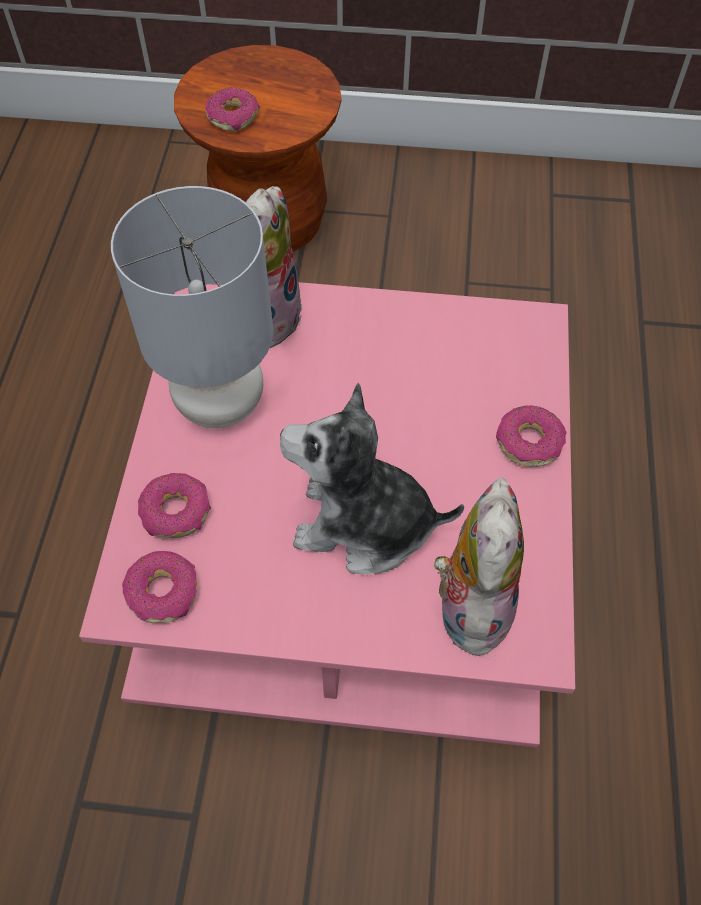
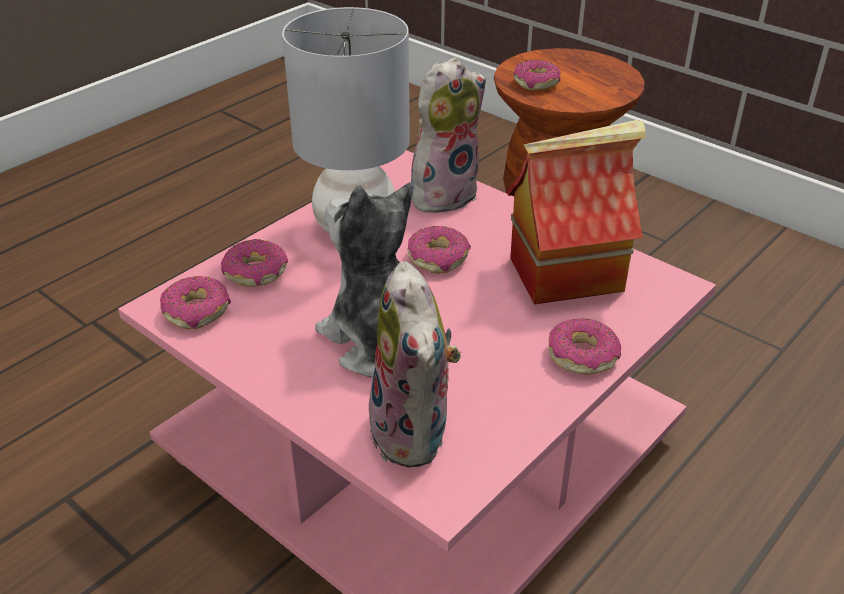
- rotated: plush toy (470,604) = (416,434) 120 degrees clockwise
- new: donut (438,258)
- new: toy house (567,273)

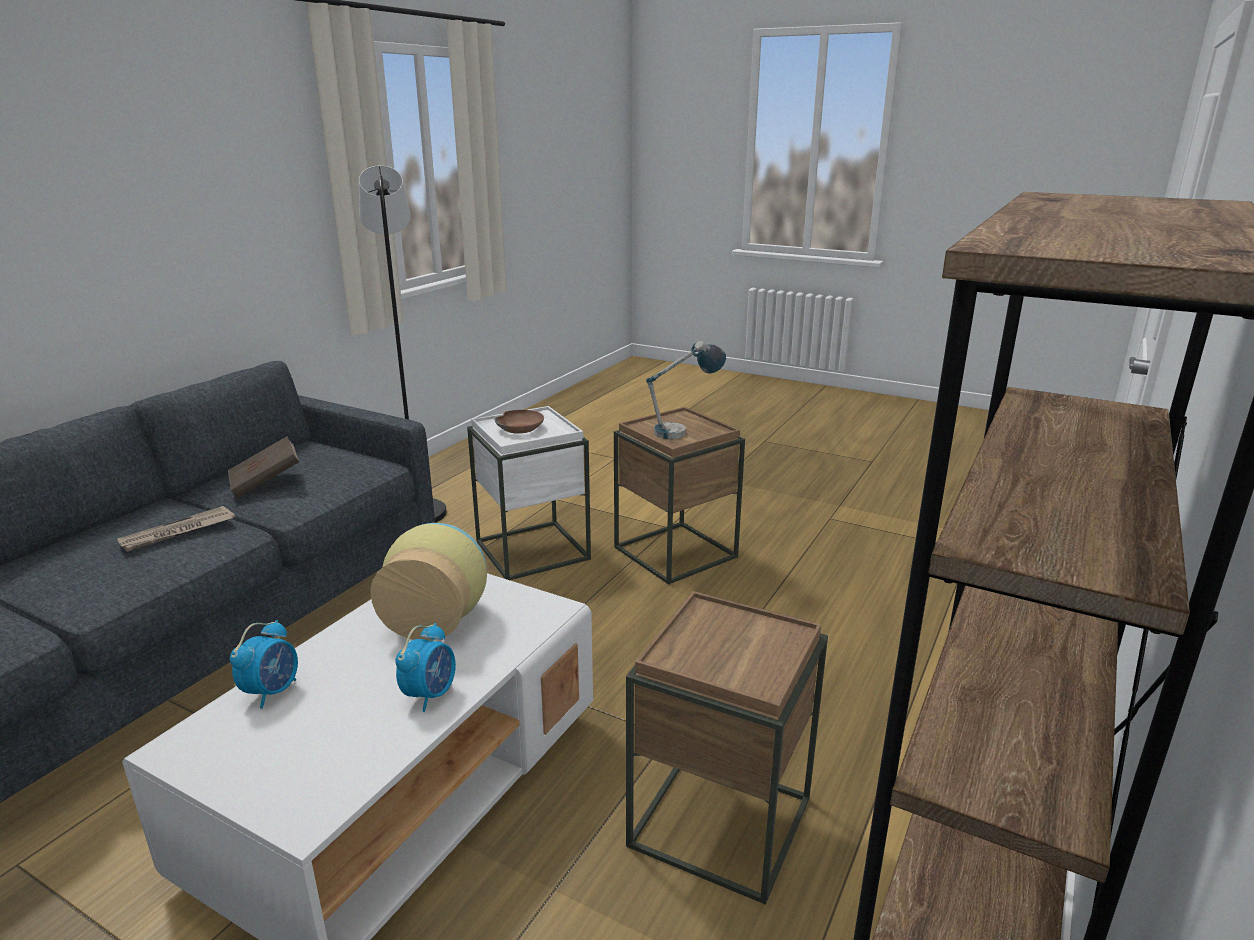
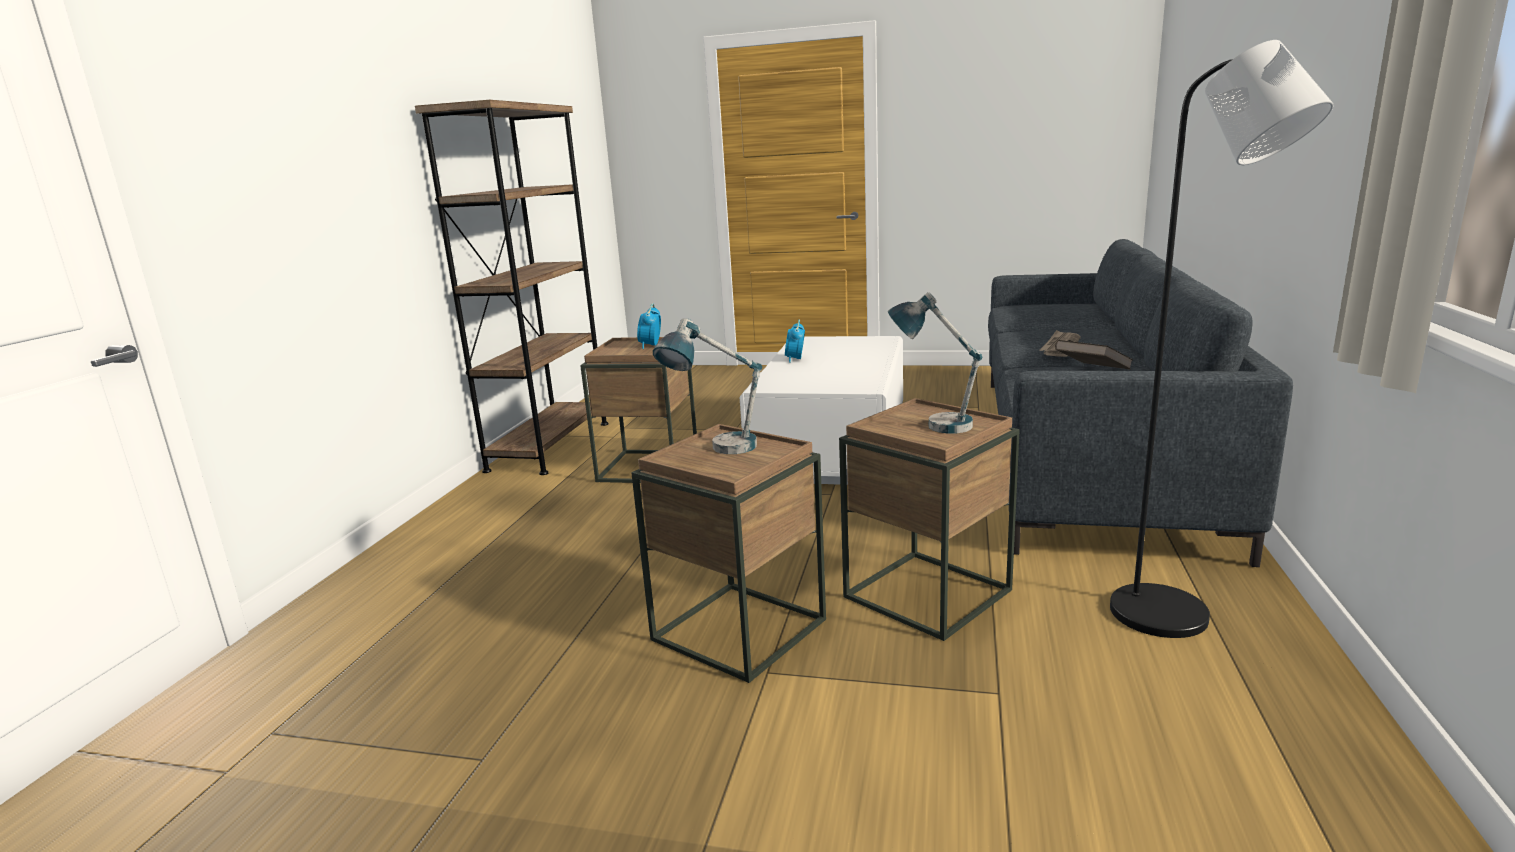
- shifted: alarm clock (272,691) to (650,346)
- repainted: white side table (533,550) to brown side table (926,593)
- swapped: brown bowl (520,428) to table lamp (933,423)
- gone: vase (439,618)

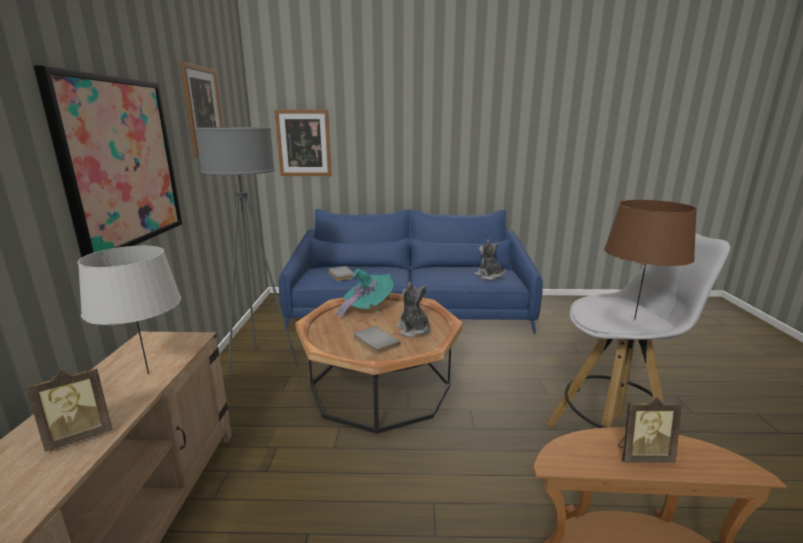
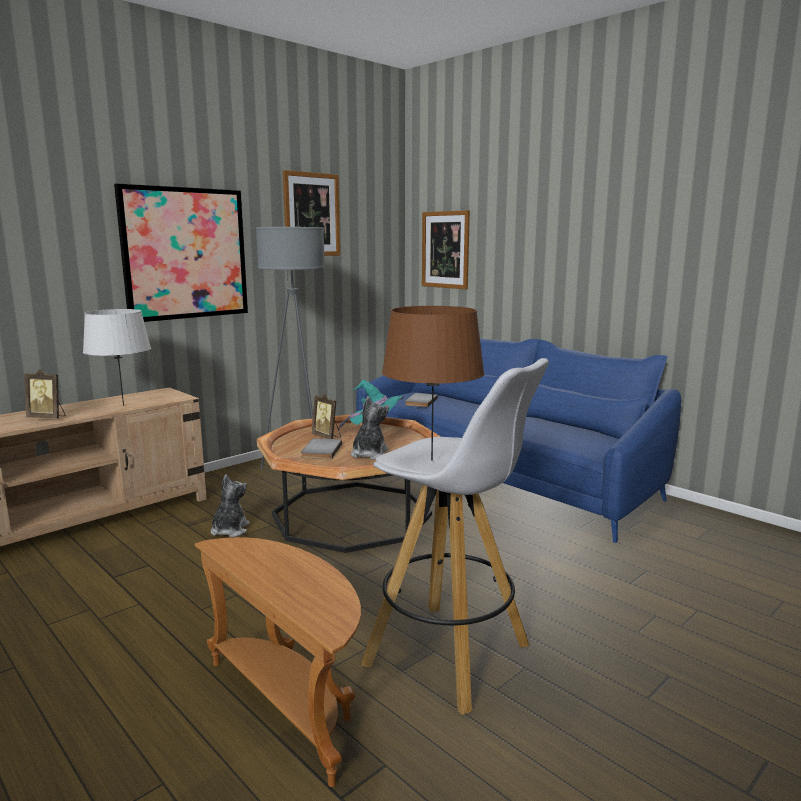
- shifted: plush toy (489,276) to (229,530)
- shifted: picture frame (642,456) to (327,437)

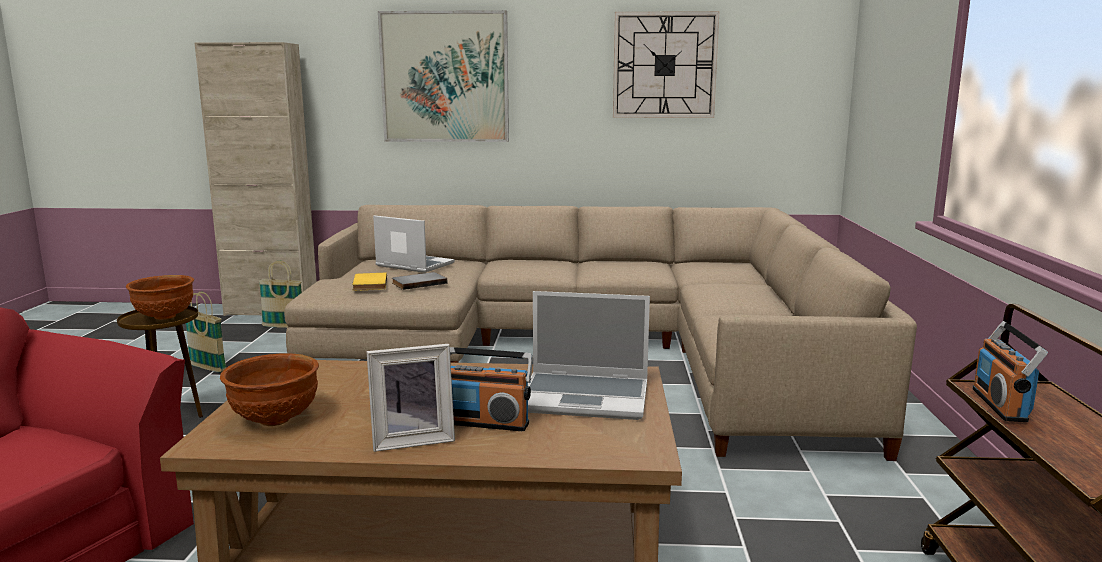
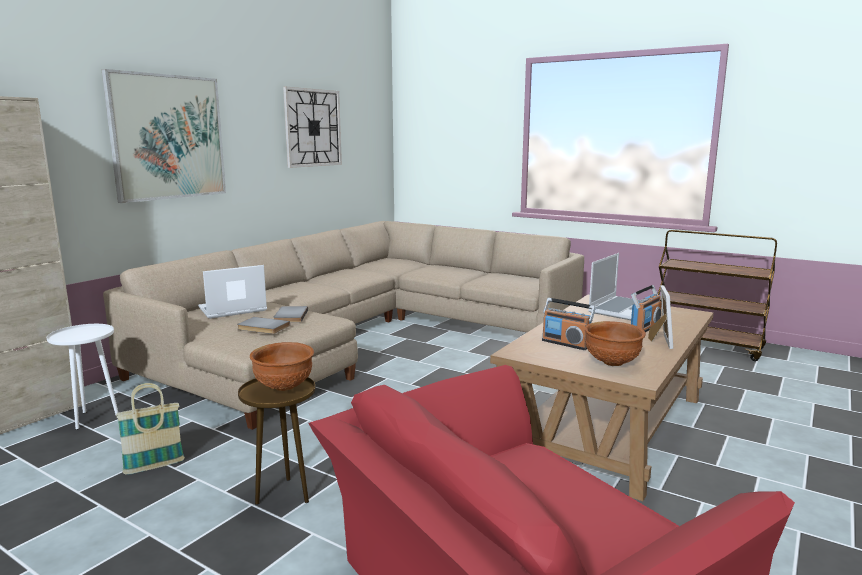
- swapped: basket (283,326) to white side table (93,418)
- repainted: yellow book (368,284) to grey book (262,328)
- shifted: radio (1000,405) to (565,343)

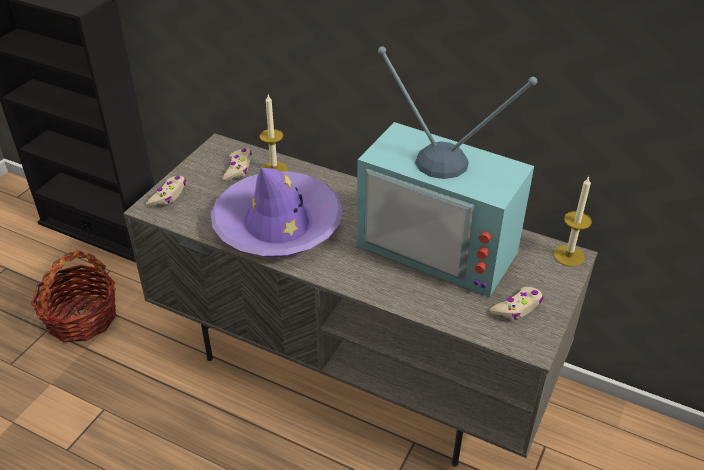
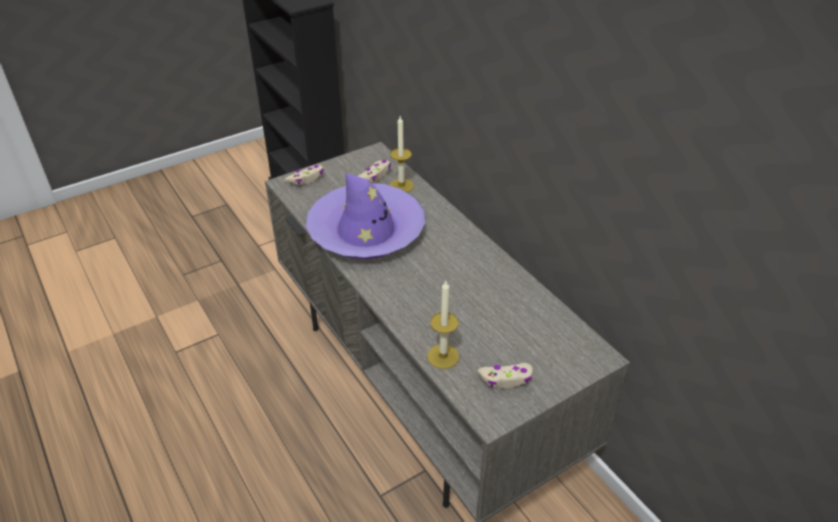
- shifted: candle (569,256) to (443,356)
- gone: basket (81,318)
- gone: television (442,245)

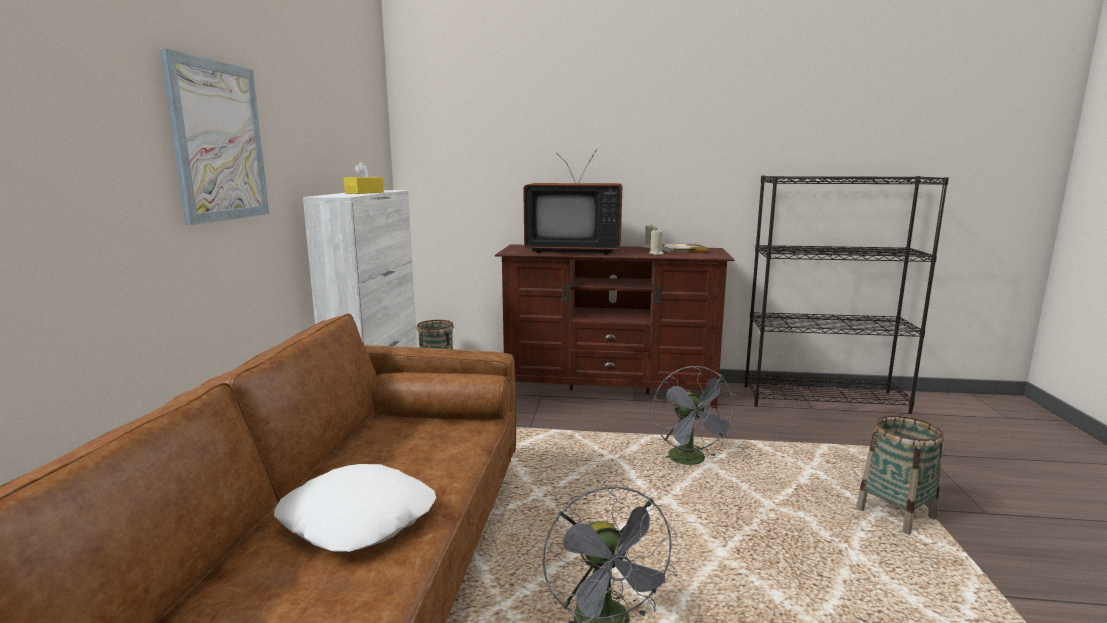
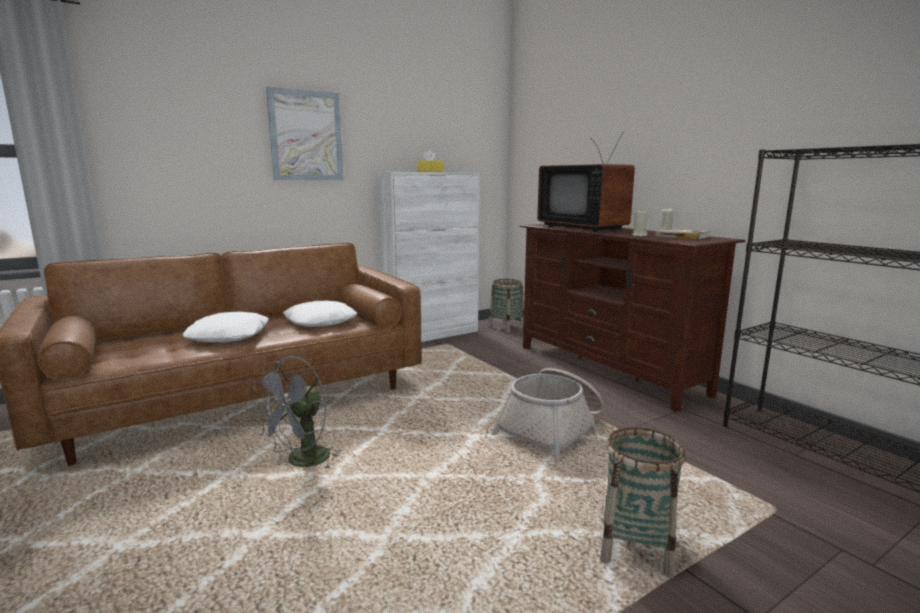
- new: white pillow (319,322)
- swapped: grey fan (691,461) to basket (552,429)

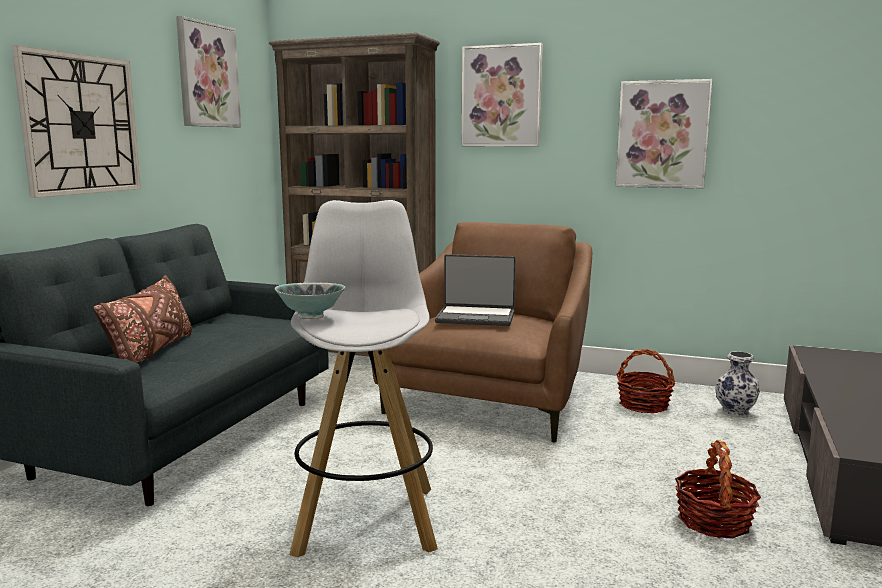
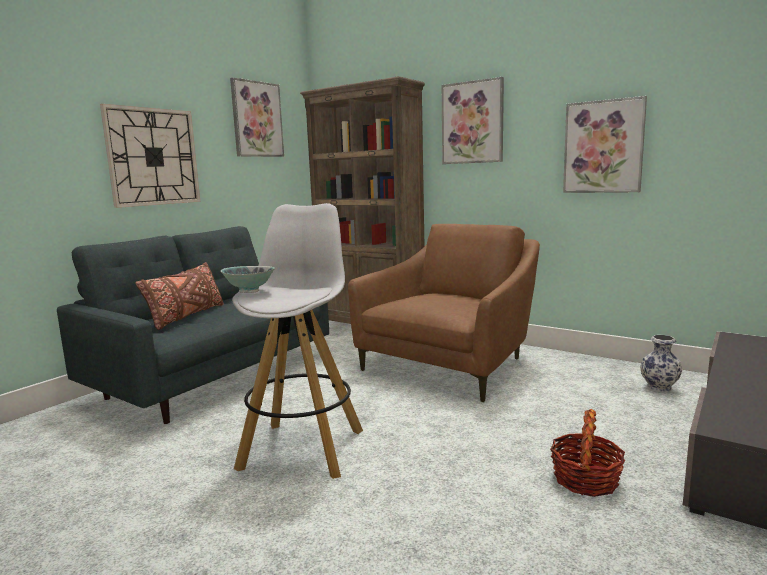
- gone: laptop (476,317)
- gone: basket (644,405)

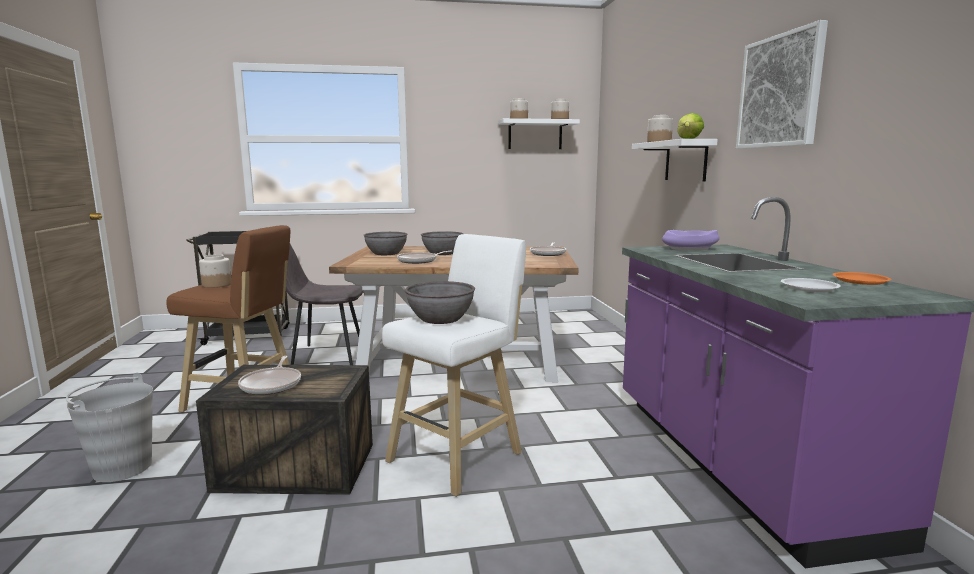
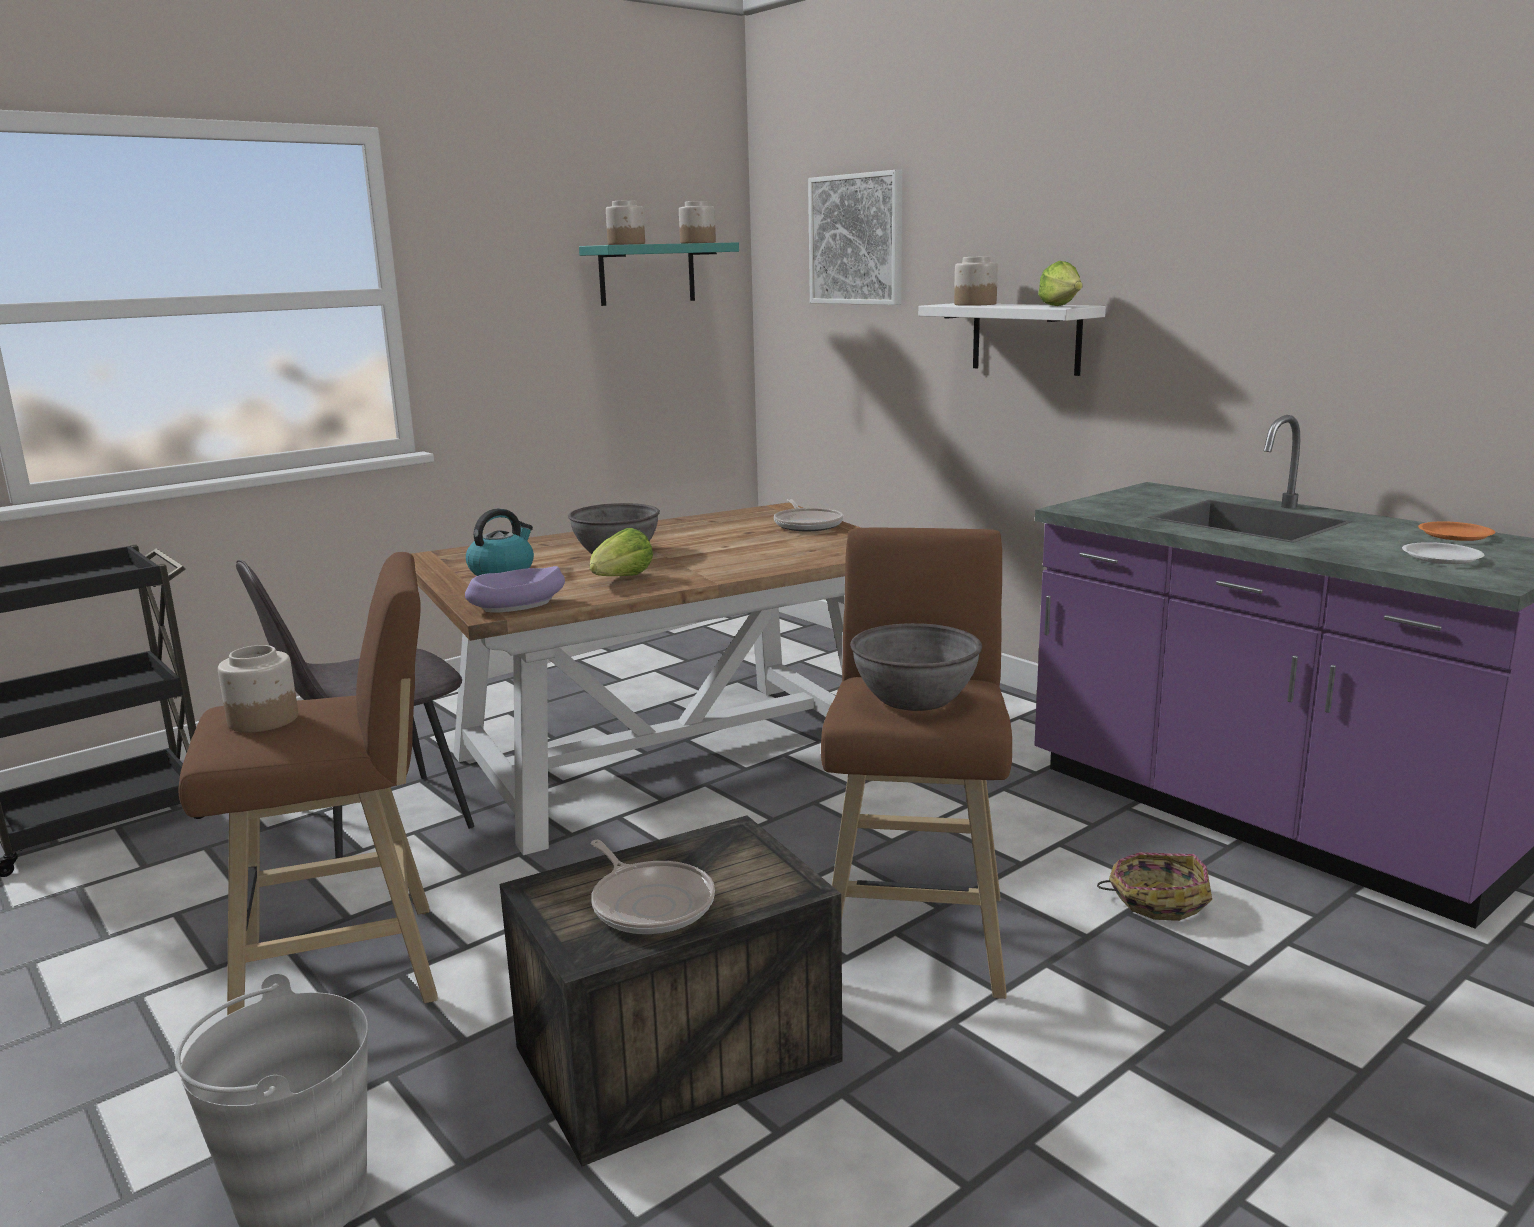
- shifted: purple bowl (690,249) to (517,606)
- swapped: grey bowl (386,253) to kettle (502,571)
- repainted: white shelf (535,135) to turquoise shelf (647,274)
- swapped: frying pan (419,261) to lettuce (621,579)
- shifted: picture (780,91) to (857,239)
- repainted: white stool (459,455) to brown stool (915,932)
- new: basket (1157,899)

